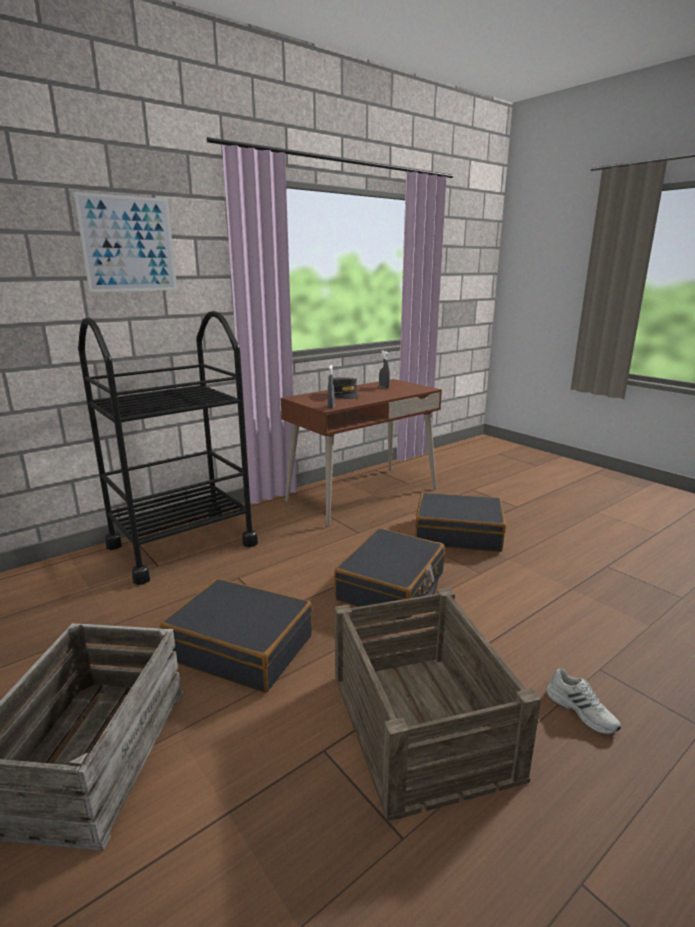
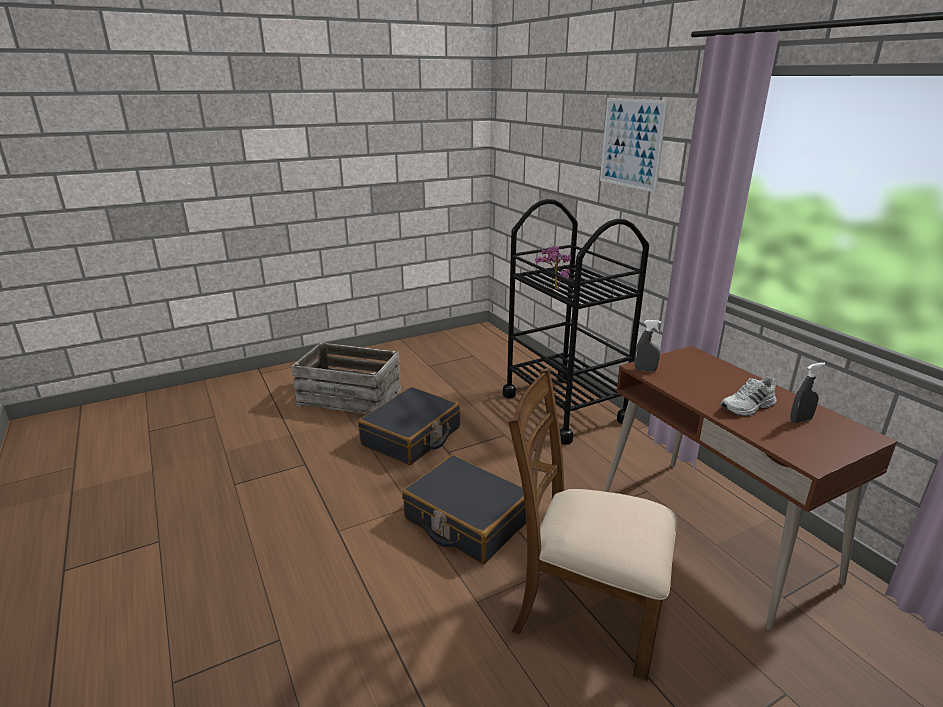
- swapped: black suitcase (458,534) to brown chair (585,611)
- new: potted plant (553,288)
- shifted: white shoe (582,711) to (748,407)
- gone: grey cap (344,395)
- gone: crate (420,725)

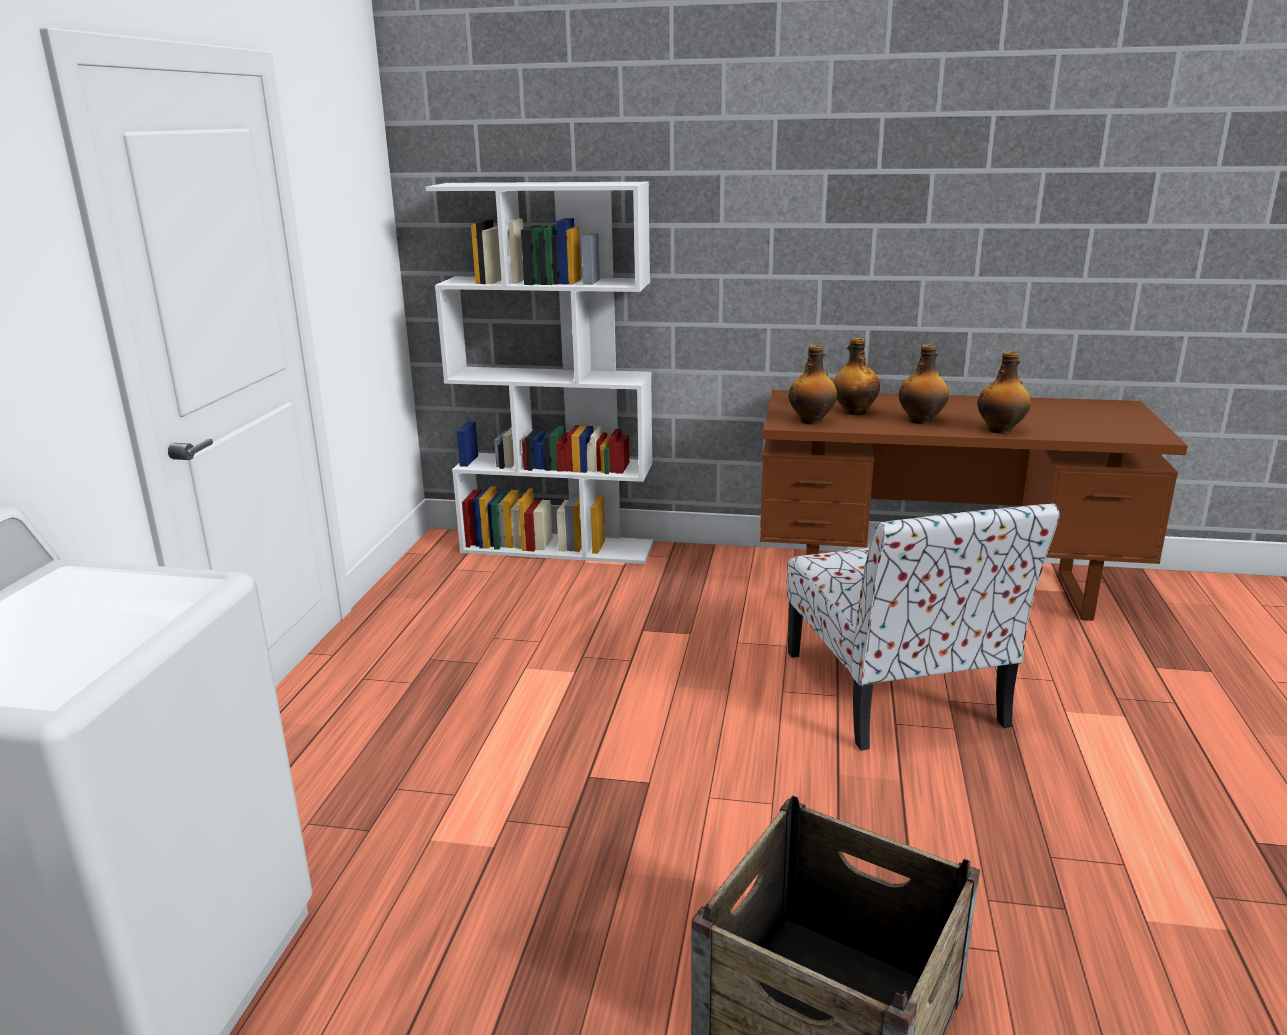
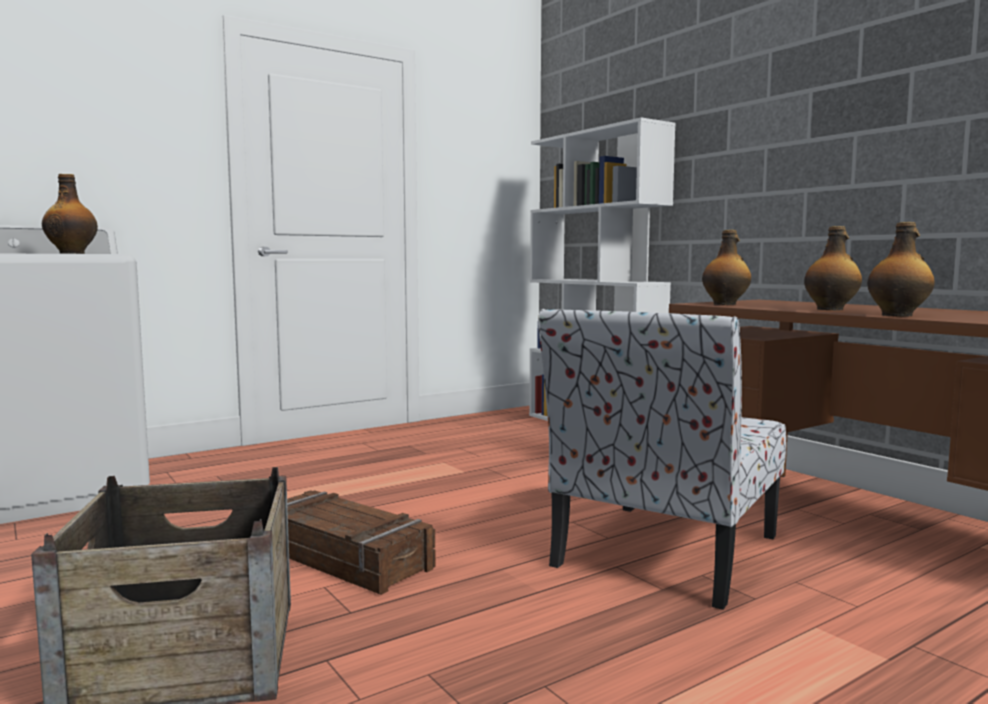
- shifted: bottle (854,412) to (72,253)
- new: crate (343,556)

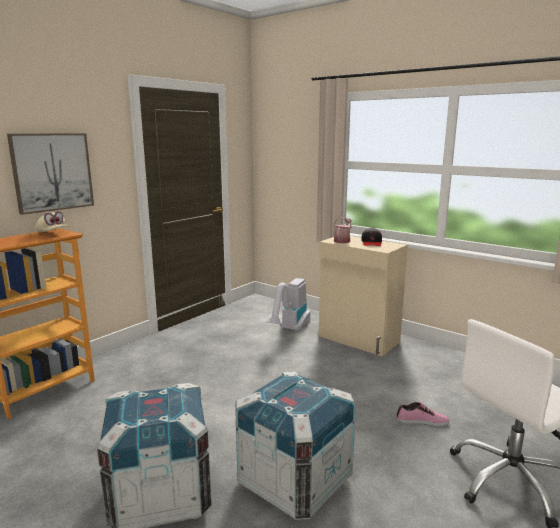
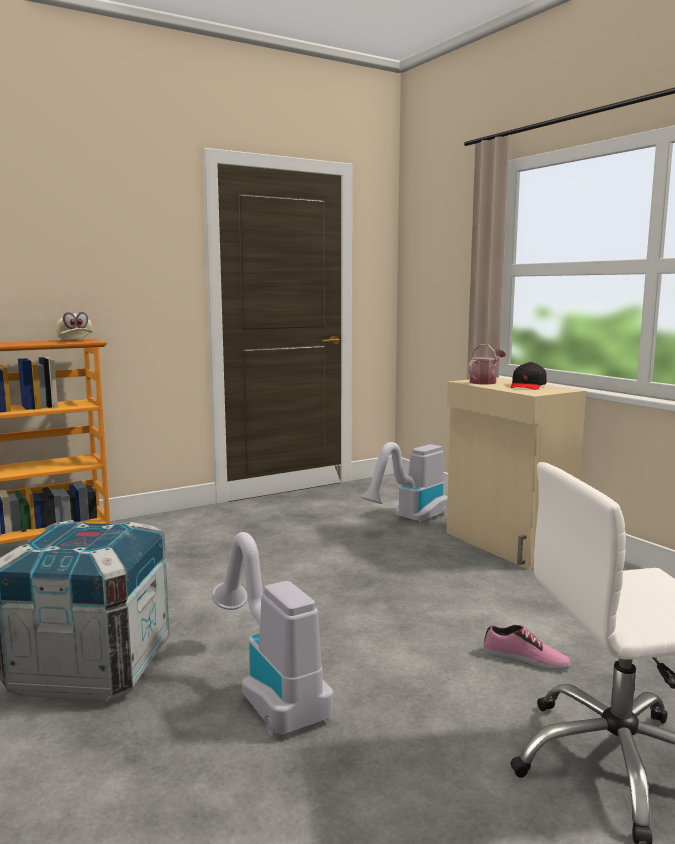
- swapped: crate (294,480) to vacuum cleaner (268,689)
- gone: picture (52,172)

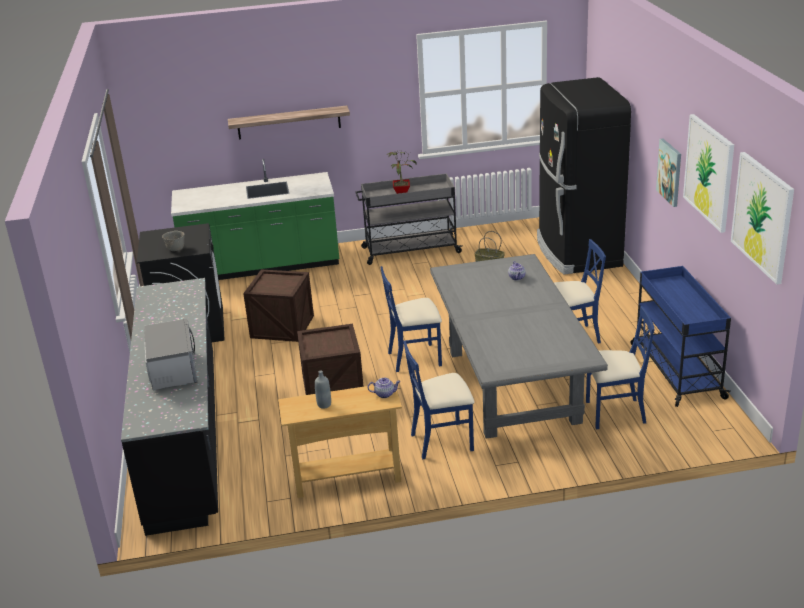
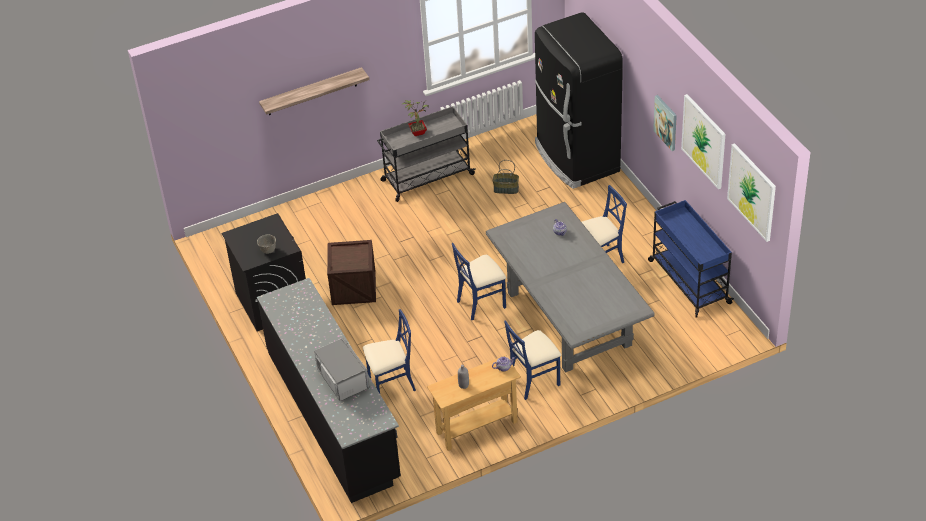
- shifted: blue chair (614,413) to (391,385)
- gone: green counter (262,266)
- gone: crate (333,389)

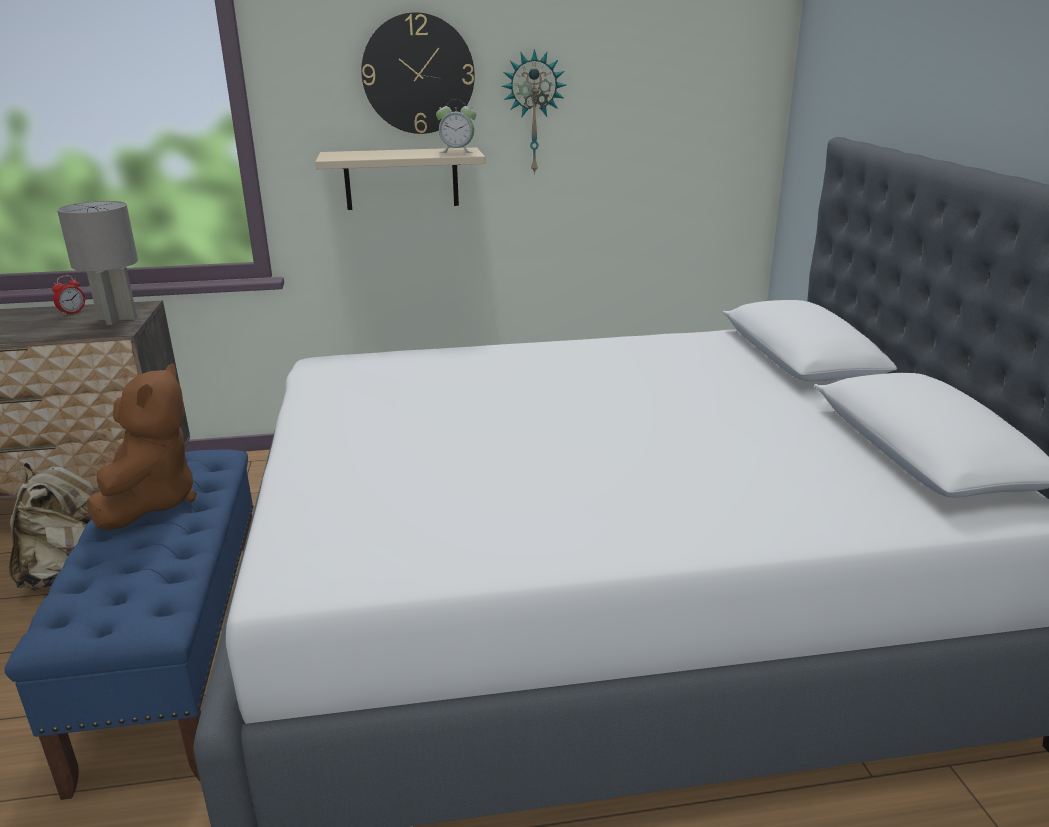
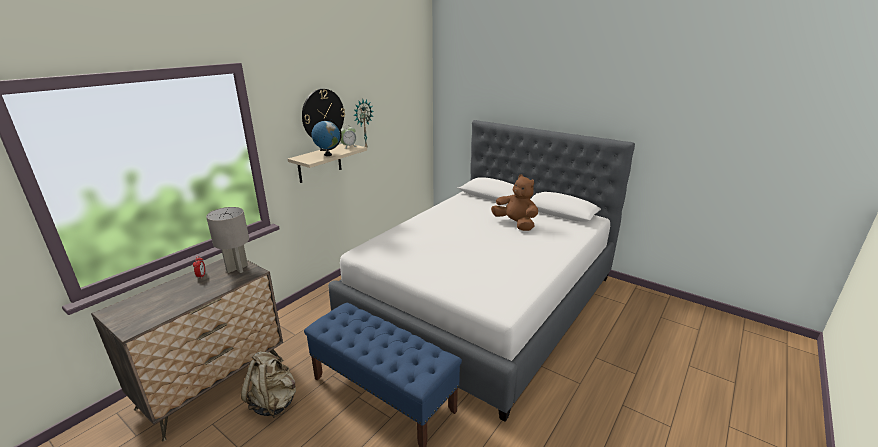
- new: globe (328,155)
- shifted: brown plush toy (151,502) to (515,224)

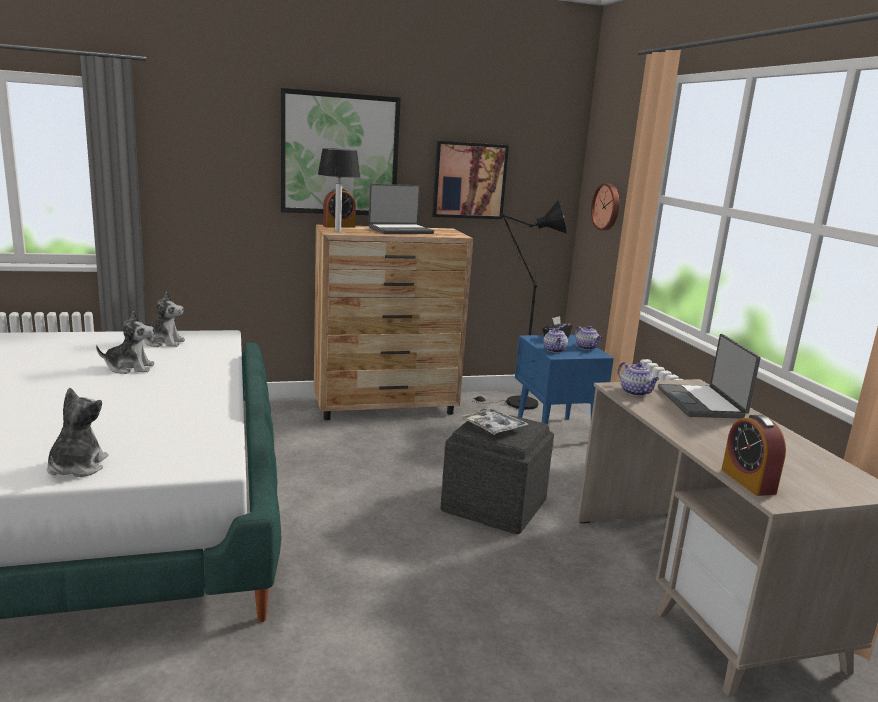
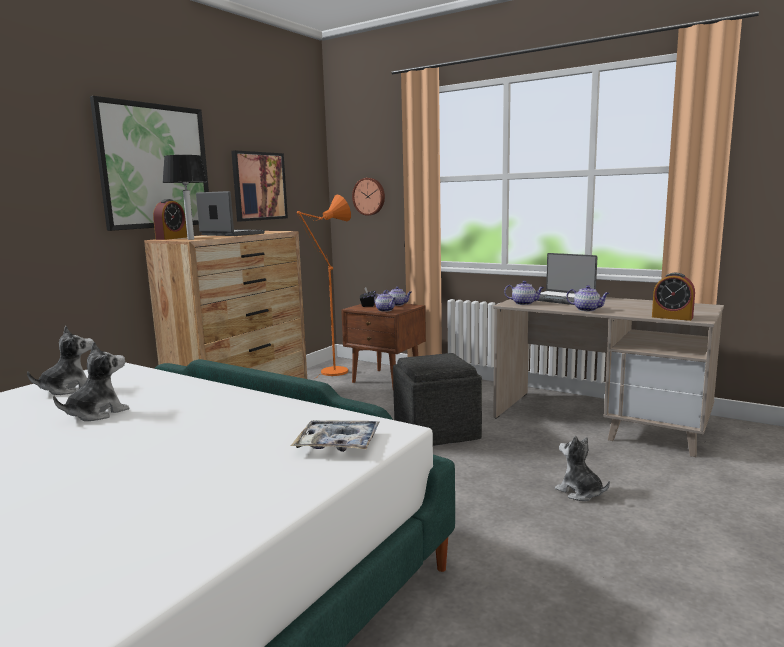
- rotated: laptop (400,231) = (231,234) 75 degrees counterclockwise
- shifted: tray (493,427) to (338,443)
- repainted: black floor lamp (515,403) to orange floor lamp (330,373)
- repainted: blue nightstand (554,432) to brown nightstand (386,380)
- shifted: plush toy (76,467) to (579,492)
- new: teapot (587,309)

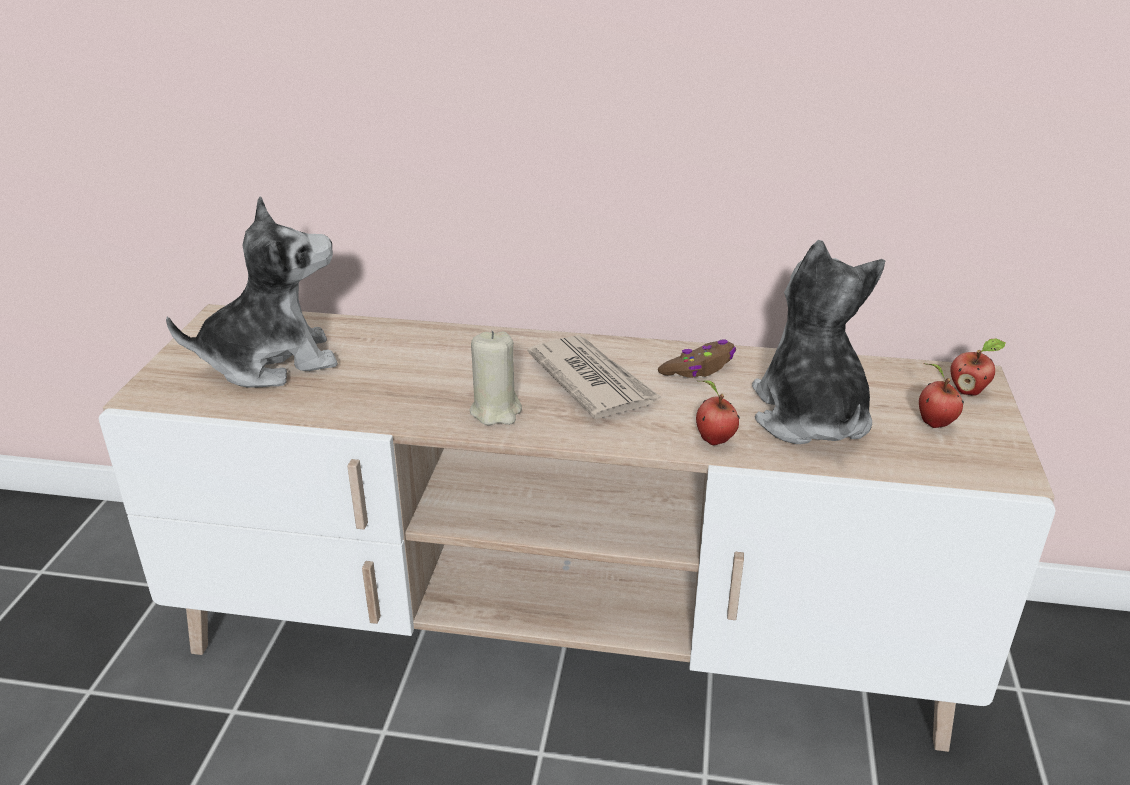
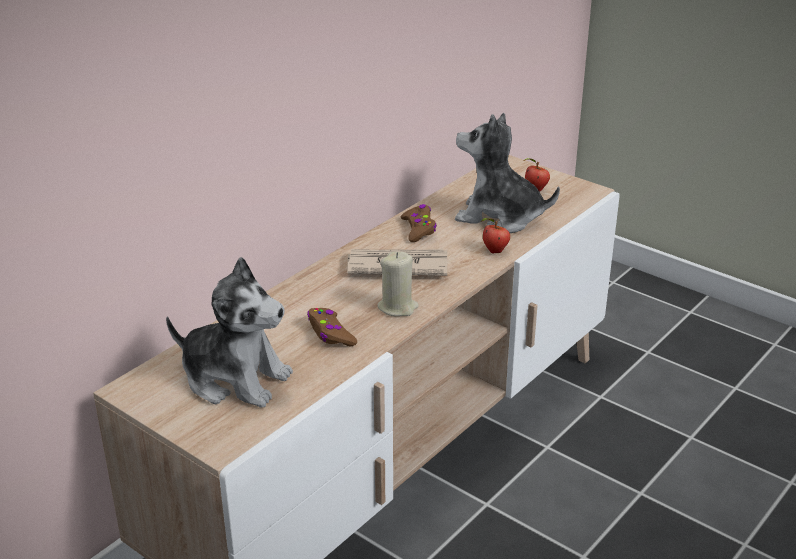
- rotated: plush toy (271,361) = (235,379) 105 degrees clockwise
- new: brown game controller (330,334)
- gone: apple (969,391)

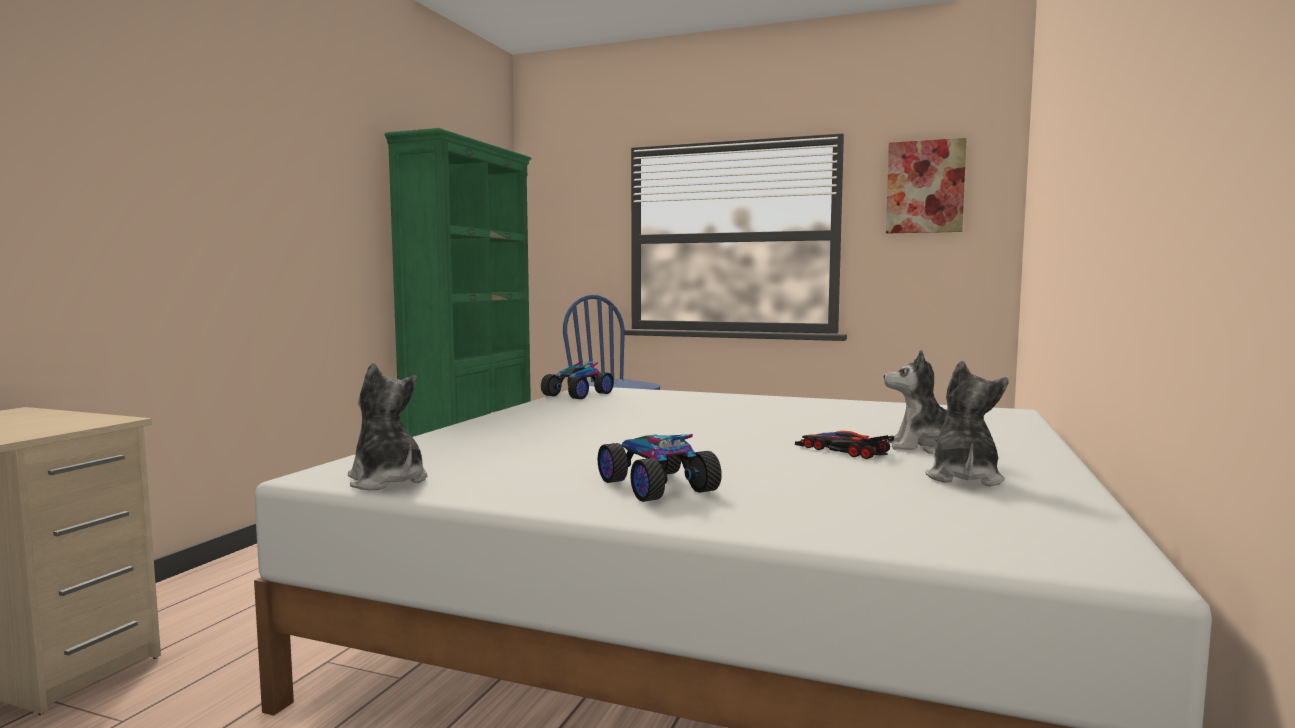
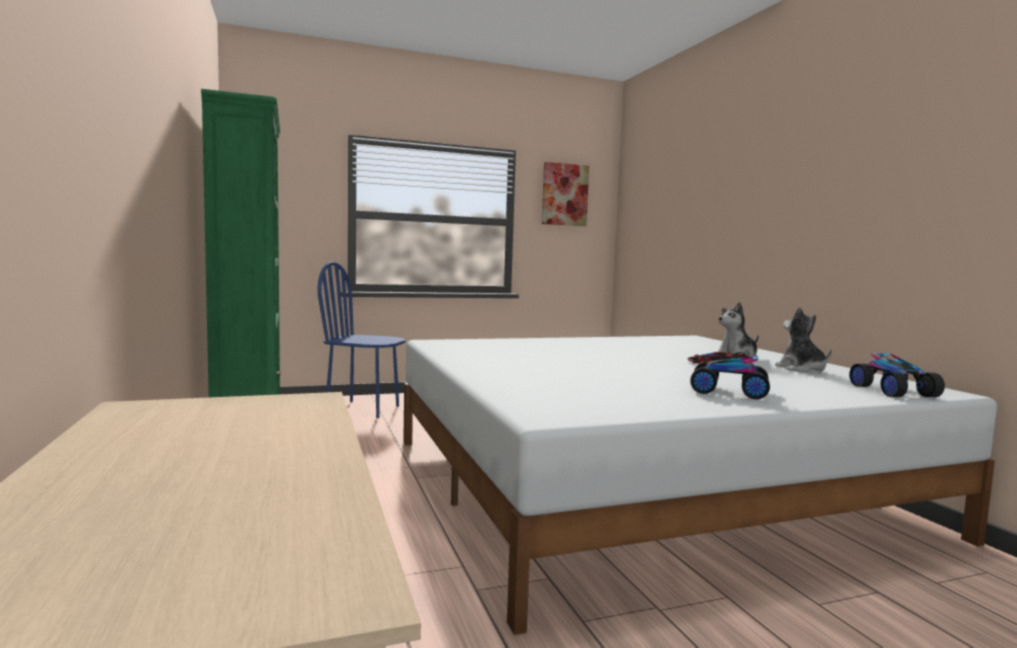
- shifted: toy car (577,394) to (892,391)
- gone: plush toy (387,481)

